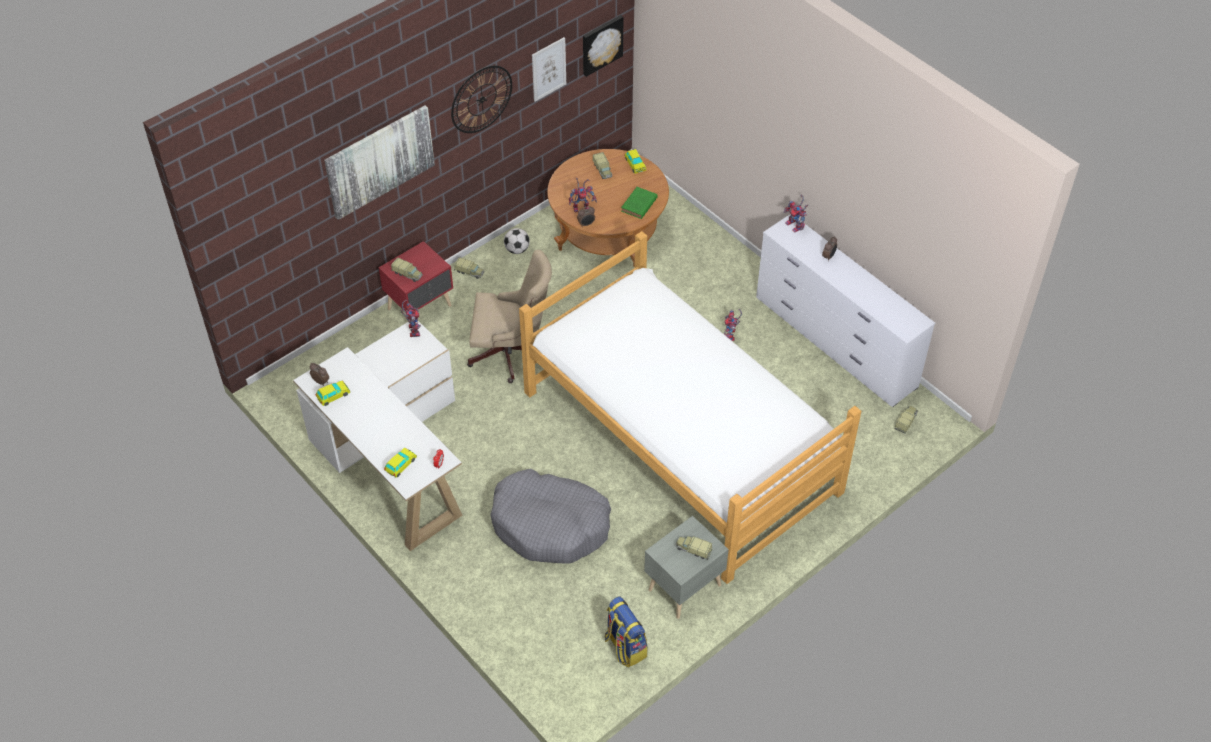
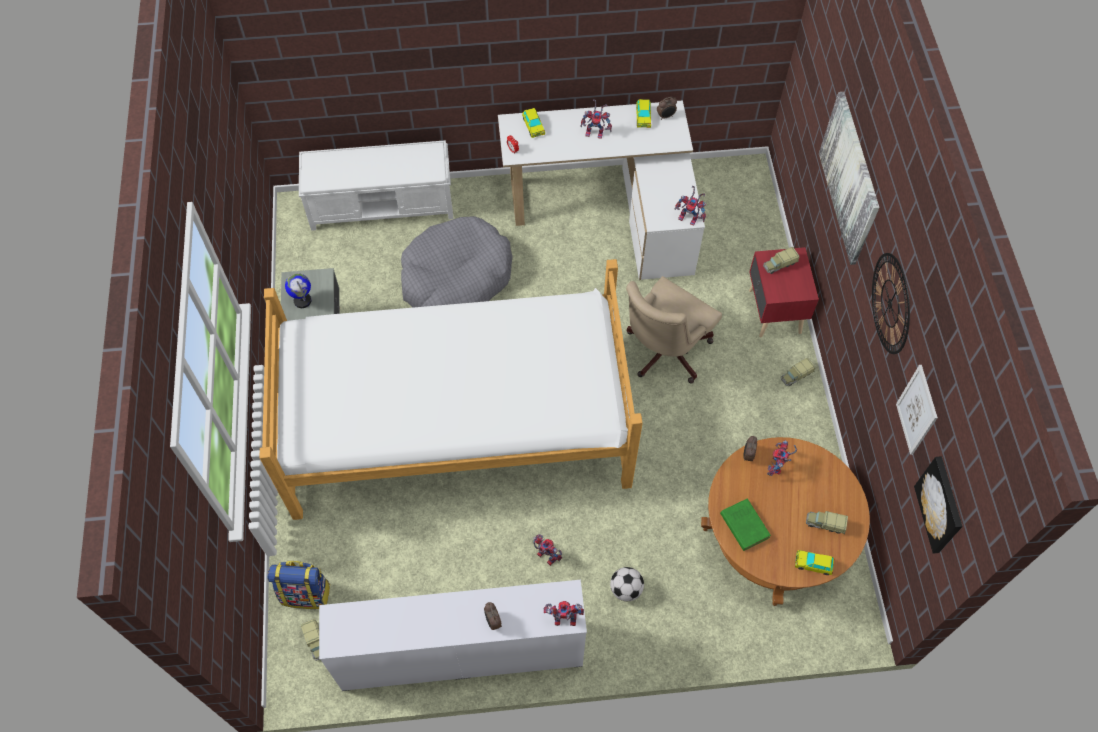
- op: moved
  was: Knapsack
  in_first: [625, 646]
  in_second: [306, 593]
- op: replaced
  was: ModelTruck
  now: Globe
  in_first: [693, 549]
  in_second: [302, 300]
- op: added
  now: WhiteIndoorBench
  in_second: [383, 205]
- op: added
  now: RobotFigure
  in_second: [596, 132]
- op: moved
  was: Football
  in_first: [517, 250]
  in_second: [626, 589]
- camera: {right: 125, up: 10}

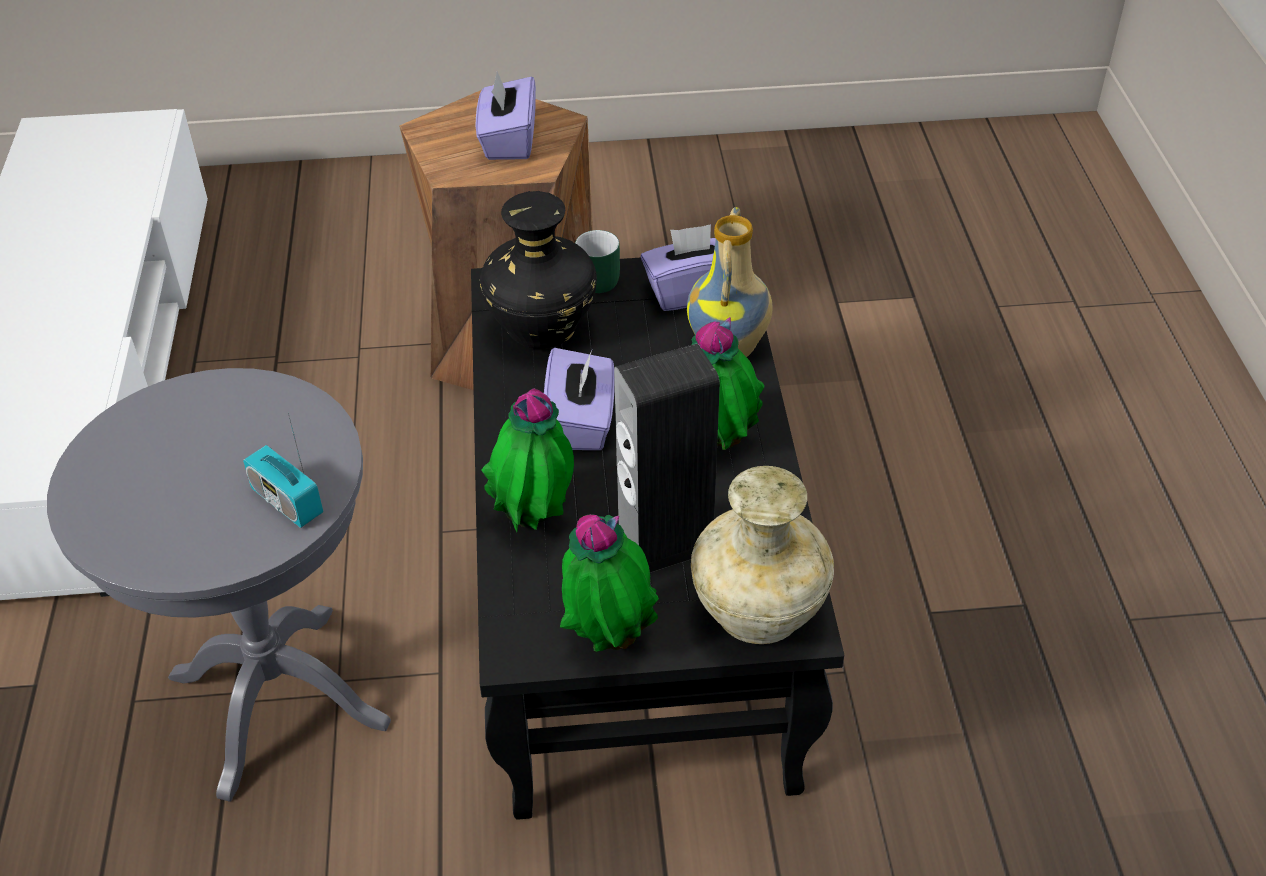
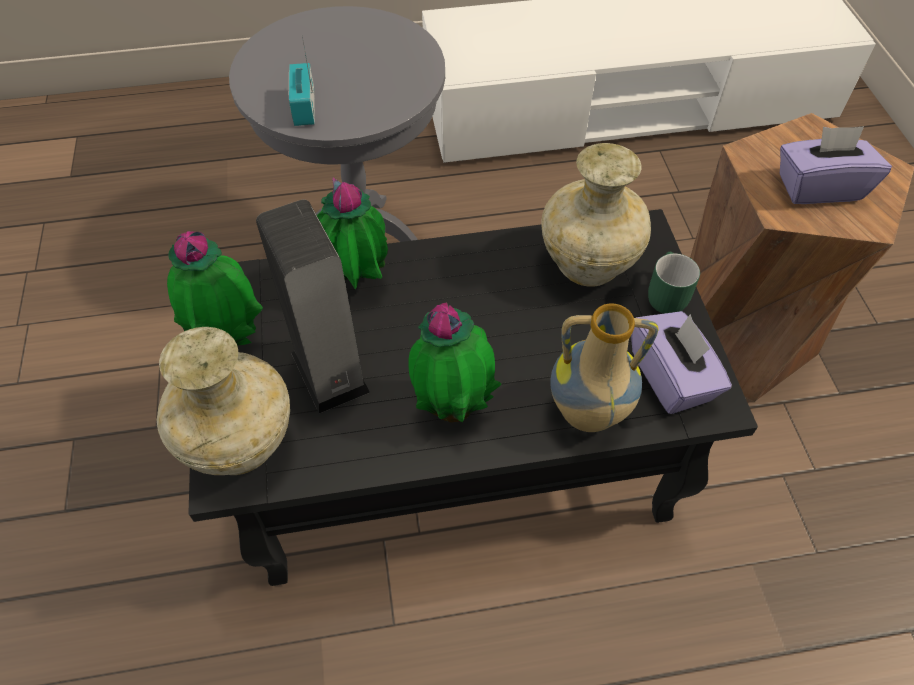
- op: turned
  was: RadioSet
  in_first: [287, 502]
  in_second: [304, 108]
  clockwise: -45
- op: recoloured
  was: BlackFlowerVase
  now: BeigeFlowerVase
  in_first: [540, 329]
  in_second: [588, 264]
- op: removed
  was: PurpleColouredBoxOfTissues
  in_first: [581, 422]
- camera: {right: 85, up: 10}

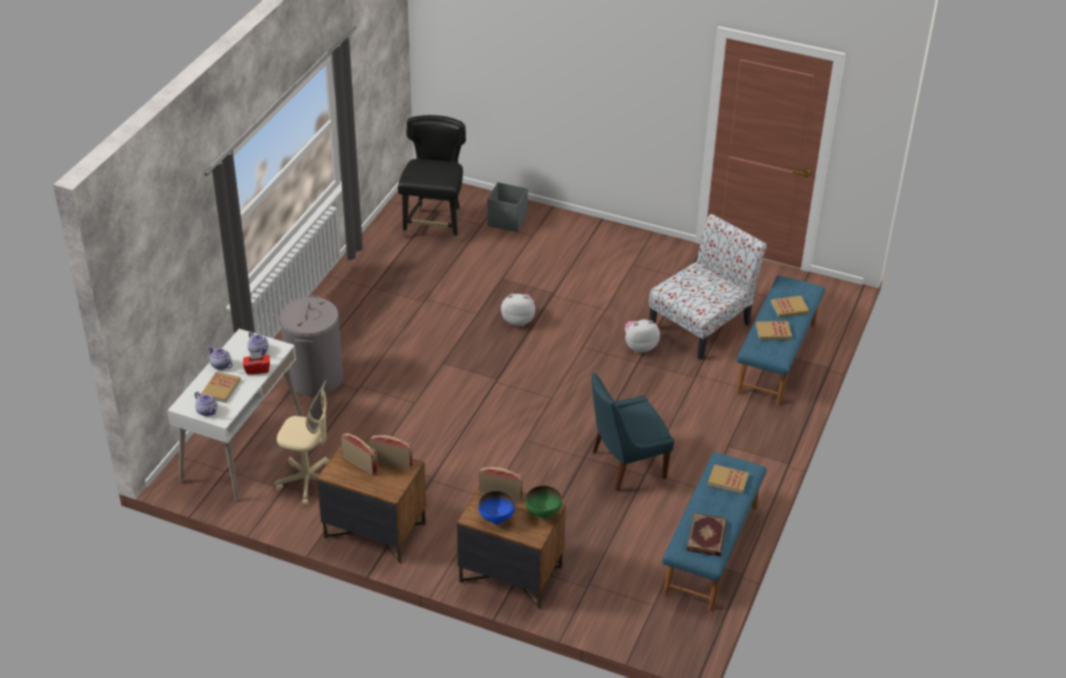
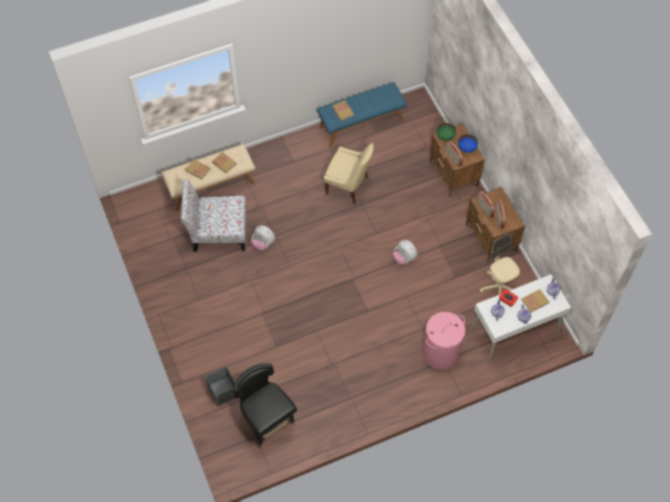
- op: recoloured
  was: BlueIndoorBench
  now: BeigeIndoorBench
  in_first: [777, 358]
  in_second: [211, 186]
- op: turned
  was: BlackUprightChair
  in_first: [435, 226]
  in_second: [267, 422]
  clockwise: 90
- op: recoloured
  was: BlueUprightChair
  now: BeigeUprightChair
  in_first: [625, 465]
  in_second: [349, 186]
- op: moved
  was: SoftToy
  in_first: [518, 320]
  in_second: [404, 258]
- op: recoloured
  was: GrayWashingBasket
  now: PinkColouredWashingBasket
  in_first: [314, 378]
  in_second: [440, 352]
- op: removed
  was: BoundBook
  in_first: [707, 536]
- camera: {right: -135, up: 20}

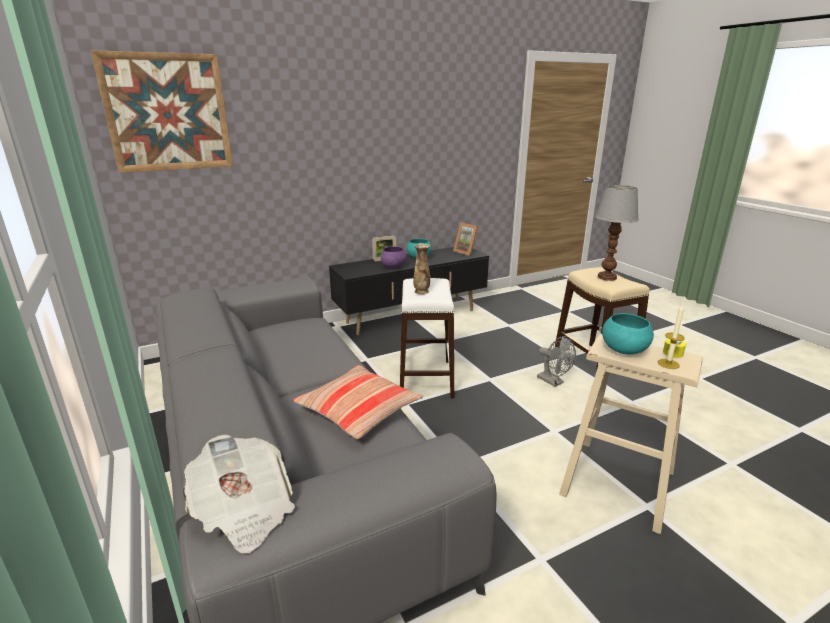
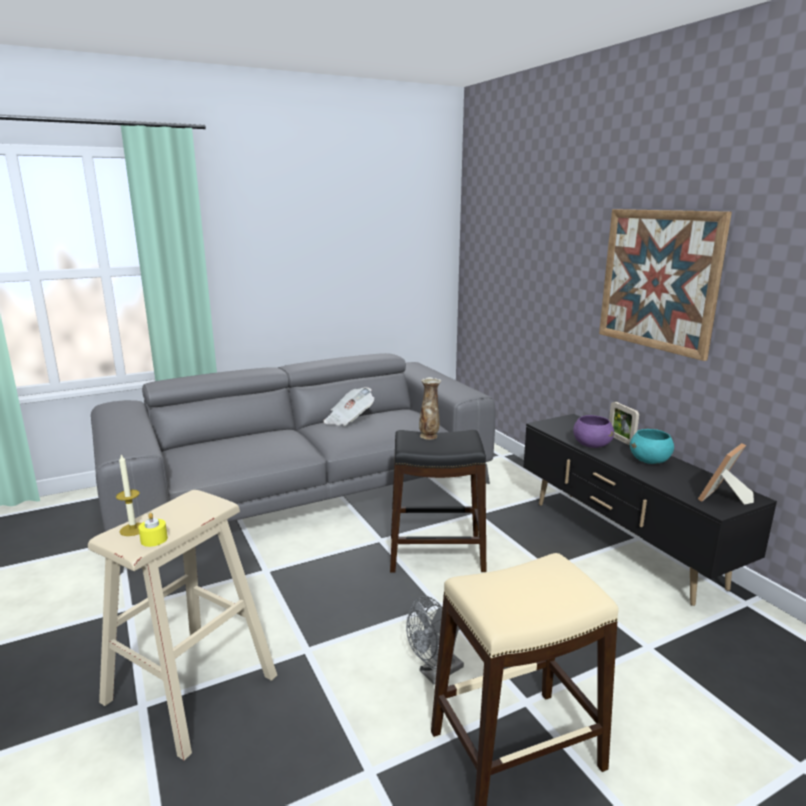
- op: moved
  was: Newspaper
  in_first: [244, 511]
  in_second: [348, 419]
- op: recoloured
  was: WhiteSittingStool
  now: BlackSittingStool
  in_first: [425, 378]
  in_second: [435, 553]
- op: moved
  was: WallPicture
  in_first: [167, 113]
  in_second: [658, 280]
- op: removed
  was: Pillow
  in_first: [358, 410]
- op: removed
  was: LampForATable
  in_first: [606, 277]
- op: removed
  was: TurquoiseColouredServingBowl
  in_first: [623, 350]
- camera: {right: 90, up: -5}

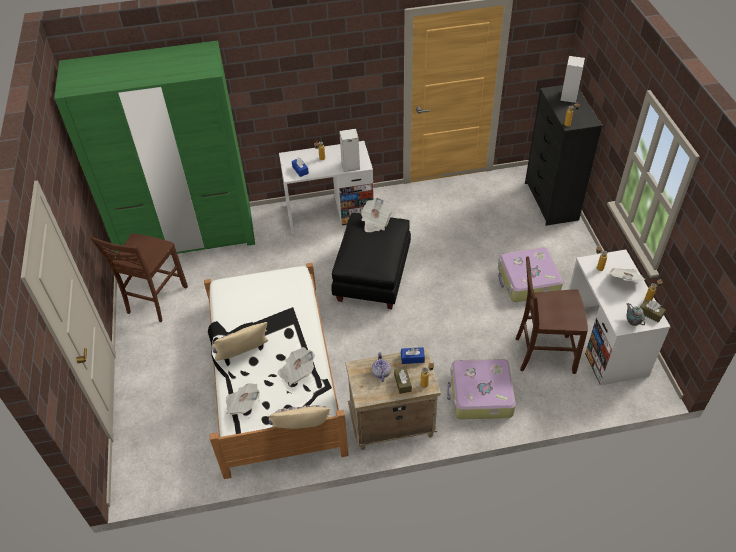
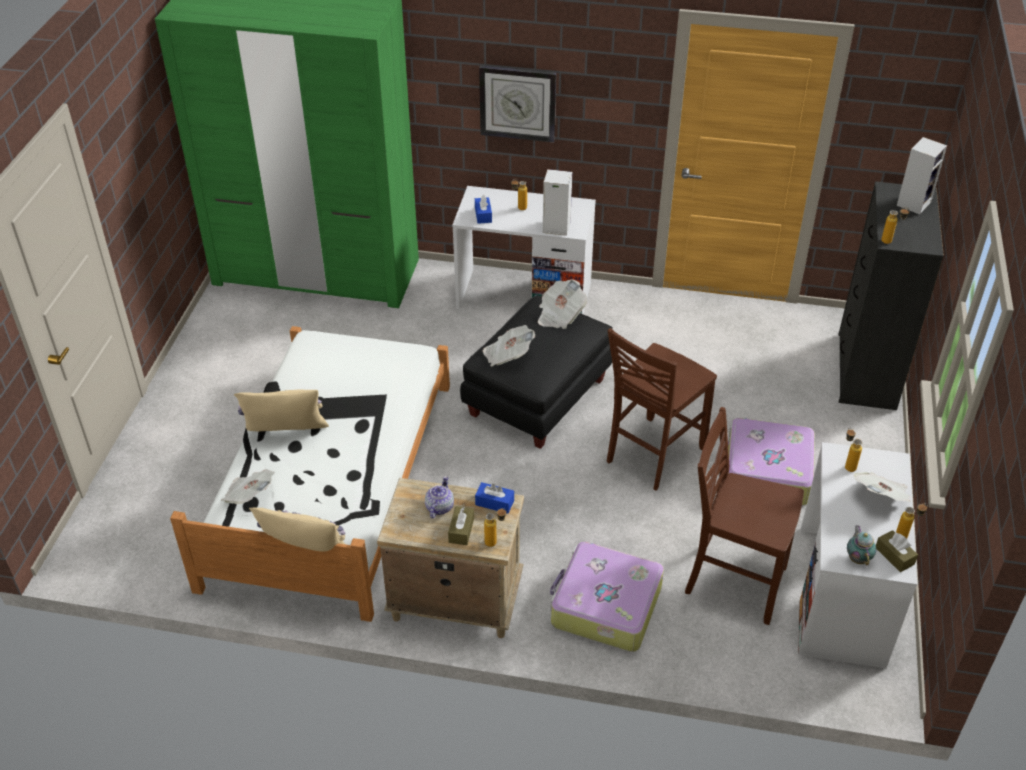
- op: added
  now: WallClock
  in_second: [518, 103]
- op: moved
  was: Newspaper
  in_first: [297, 372]
  in_second: [507, 356]
- op: moved
  was: BrownishUprightChair
  in_first: [155, 300]
  in_second: [652, 455]
- camera: {right: 20, up: -5}

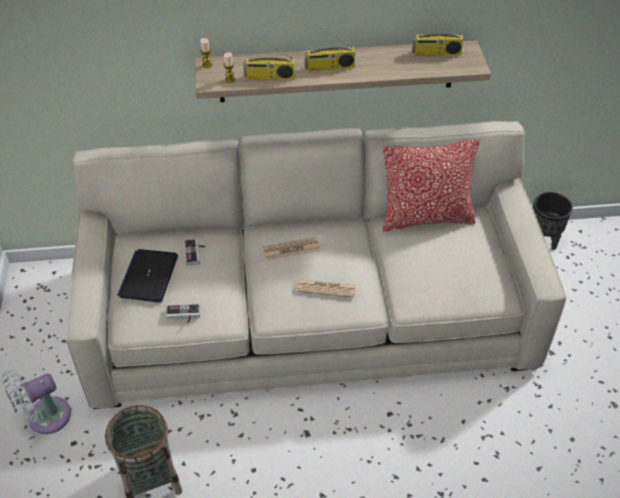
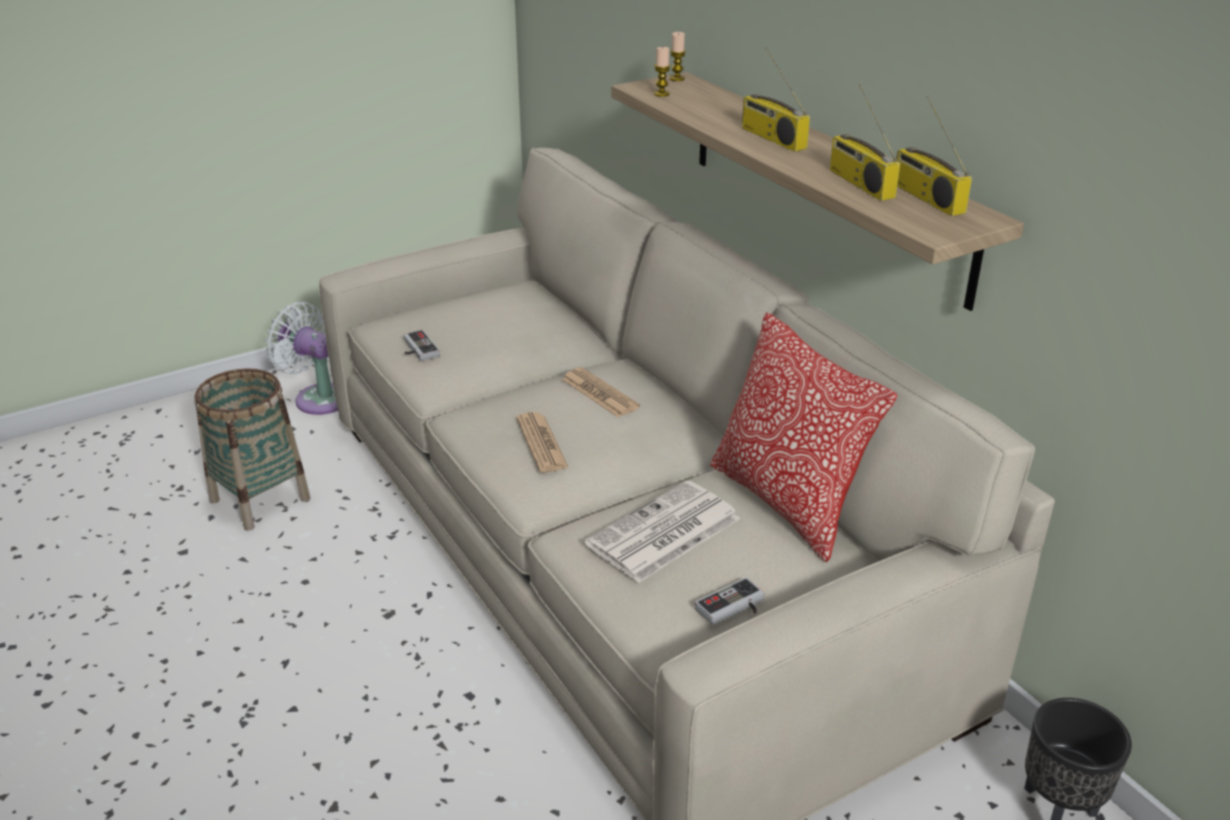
- op: added
  now: Newspaper
  in_second: [663, 533]
- op: moved
  was: Joypad
  in_first: [195, 253]
  in_second: [733, 608]
- op: moved
  was: RadioSet
  in_first: [269, 77]
  in_second: [859, 183]
- op: removed
  was: PortableComputer
  in_first: [148, 276]
- camera: {right: 65, up: -15}

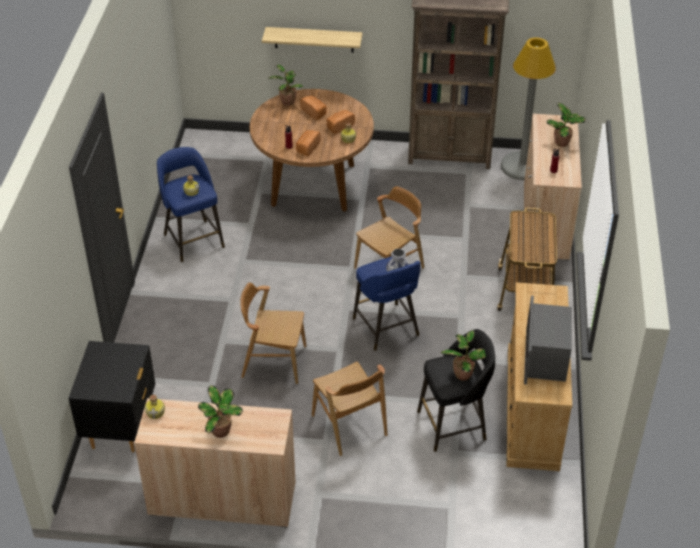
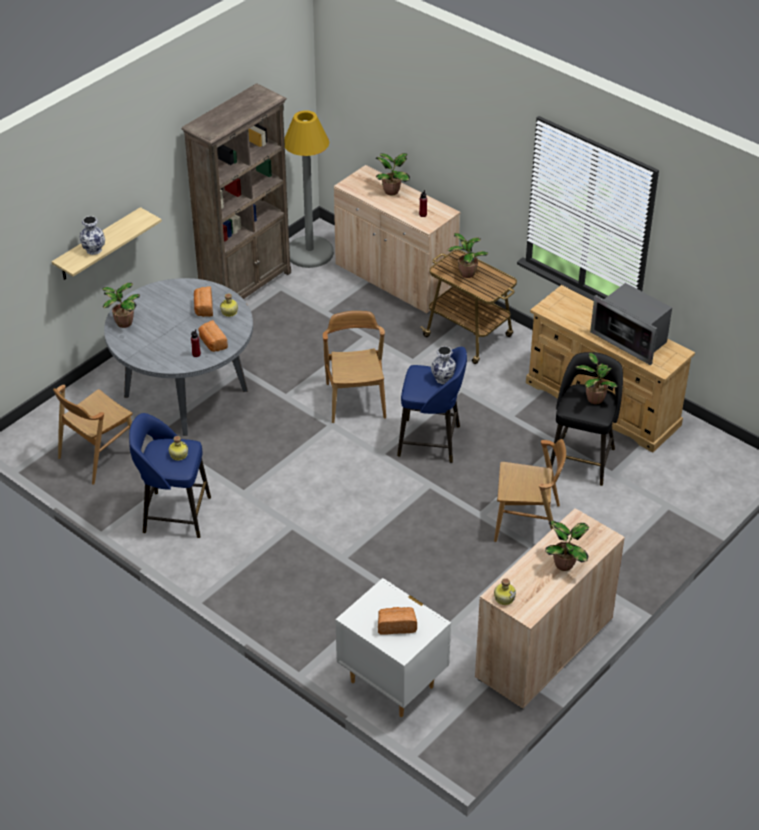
- op: moved
  was: BrownishUprightChair
  in_first: [274, 361]
  in_second: [98, 455]
- op: added
  now: FlowerVase
  in_second: [93, 250]
- op: recoloured
  was: BrownishKitchenTable
  now: GrayKitchenTable
  in_first: [313, 185]
  in_second: [186, 393]
- op: recoloured
  was: BlackNightTable
  now: WhiteNightTable
  in_first: [121, 428]
  in_second: [392, 683]
- op: moved
  was: BakeryBread
  in_first: [314, 112]
  in_second: [396, 626]
- op: added
  now: PottedPlant
  in_second: [466, 273]
- camera: {right: -55, up: 0}

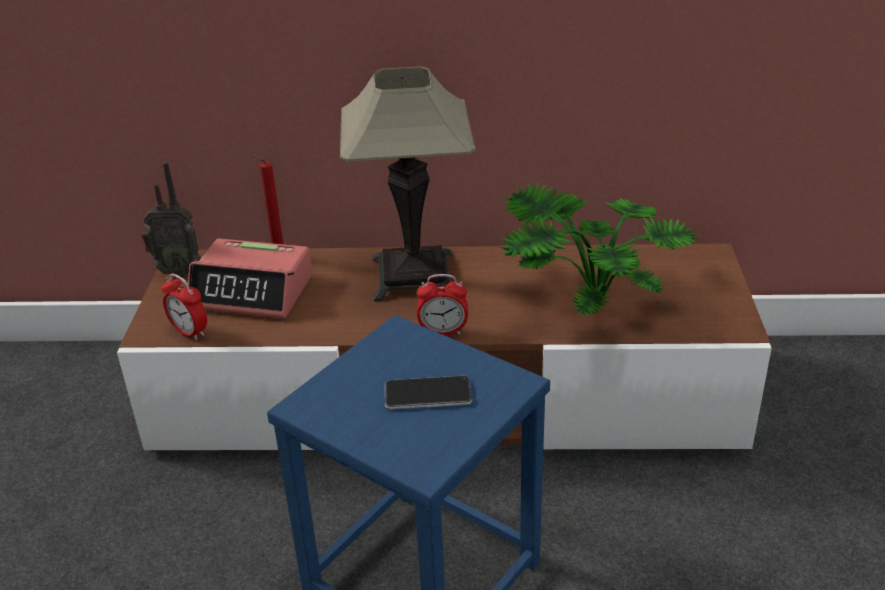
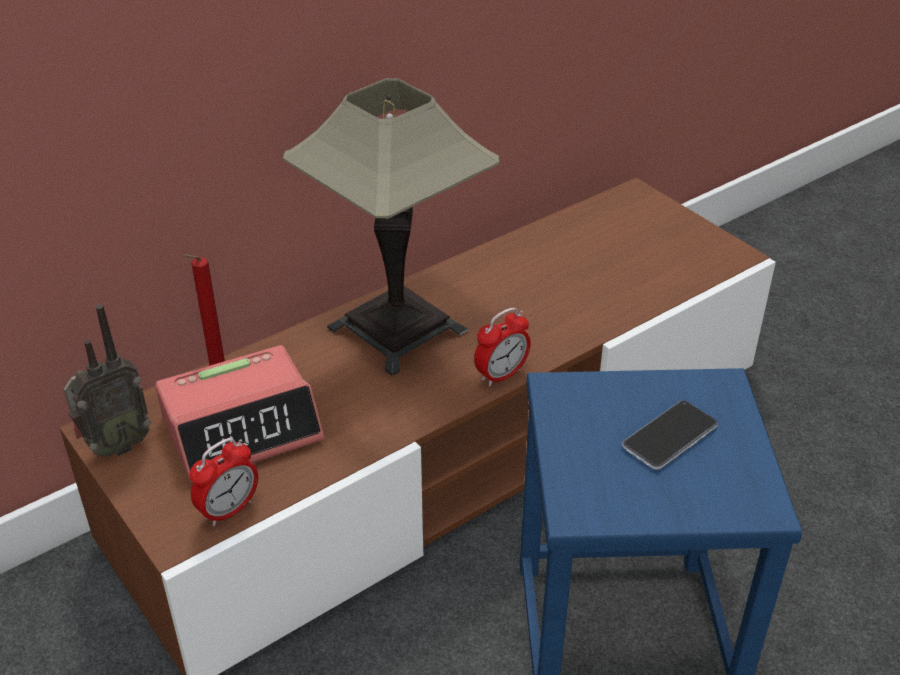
- op: turned
  was: BedsideClock
  in_first: [189, 332]
  in_second: [229, 510]
  clockwise: -45
- op: removed
  was: PottedPlant
  in_first: [586, 300]
- camera: {right: -40, up: 5}

